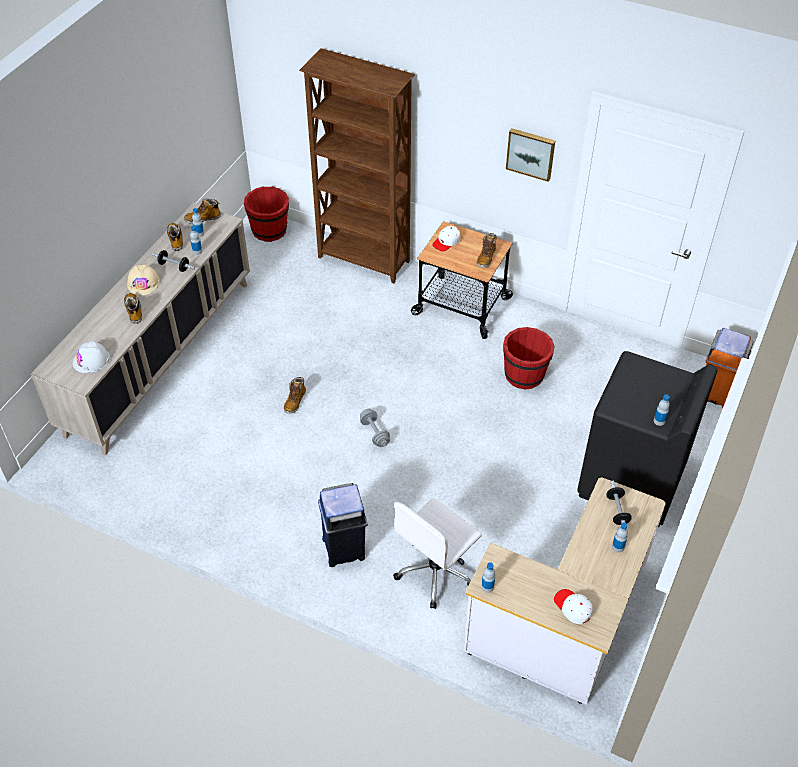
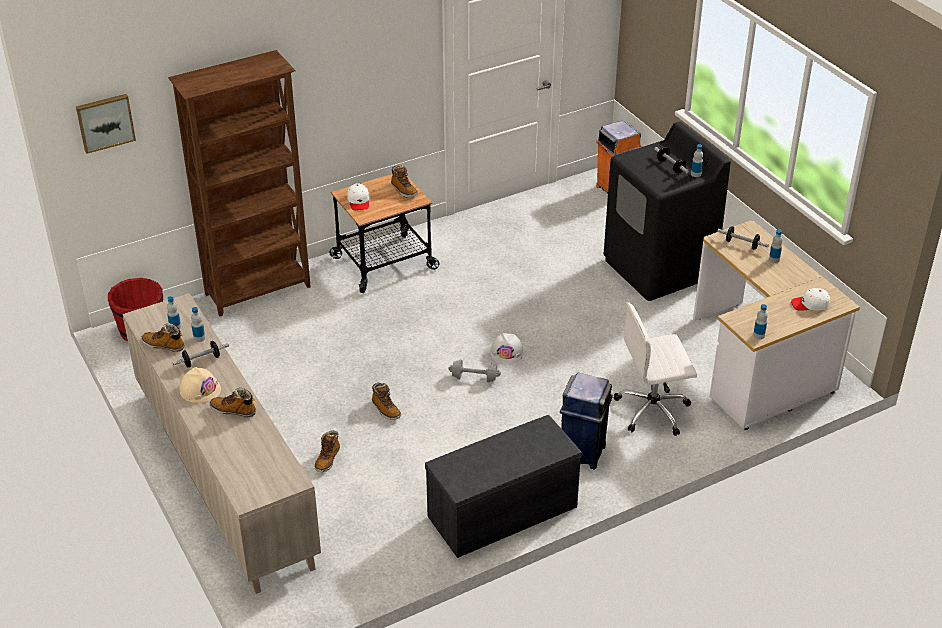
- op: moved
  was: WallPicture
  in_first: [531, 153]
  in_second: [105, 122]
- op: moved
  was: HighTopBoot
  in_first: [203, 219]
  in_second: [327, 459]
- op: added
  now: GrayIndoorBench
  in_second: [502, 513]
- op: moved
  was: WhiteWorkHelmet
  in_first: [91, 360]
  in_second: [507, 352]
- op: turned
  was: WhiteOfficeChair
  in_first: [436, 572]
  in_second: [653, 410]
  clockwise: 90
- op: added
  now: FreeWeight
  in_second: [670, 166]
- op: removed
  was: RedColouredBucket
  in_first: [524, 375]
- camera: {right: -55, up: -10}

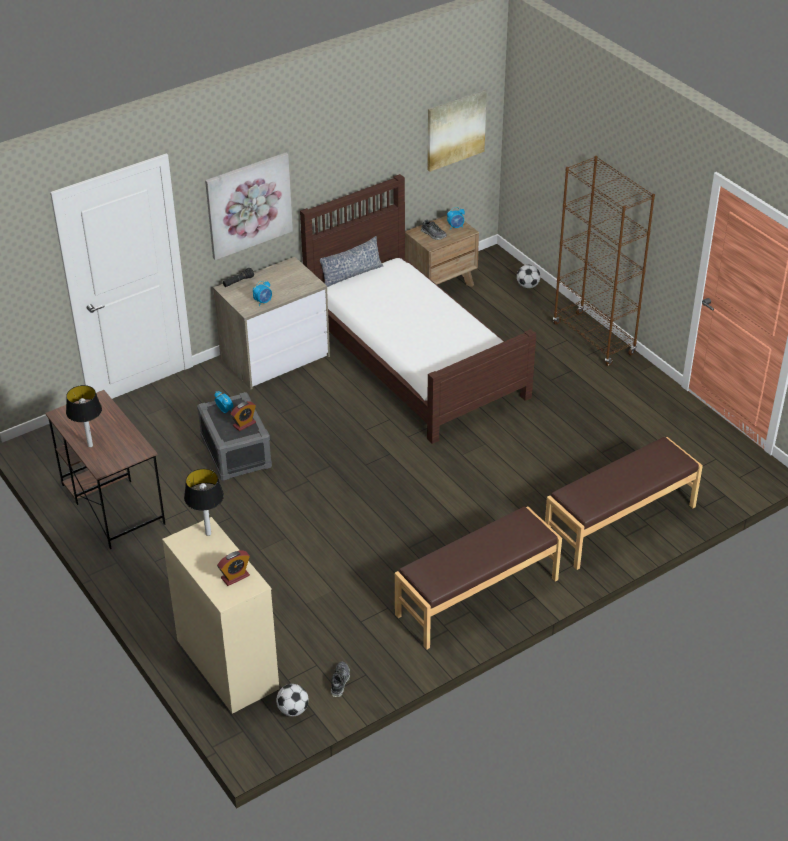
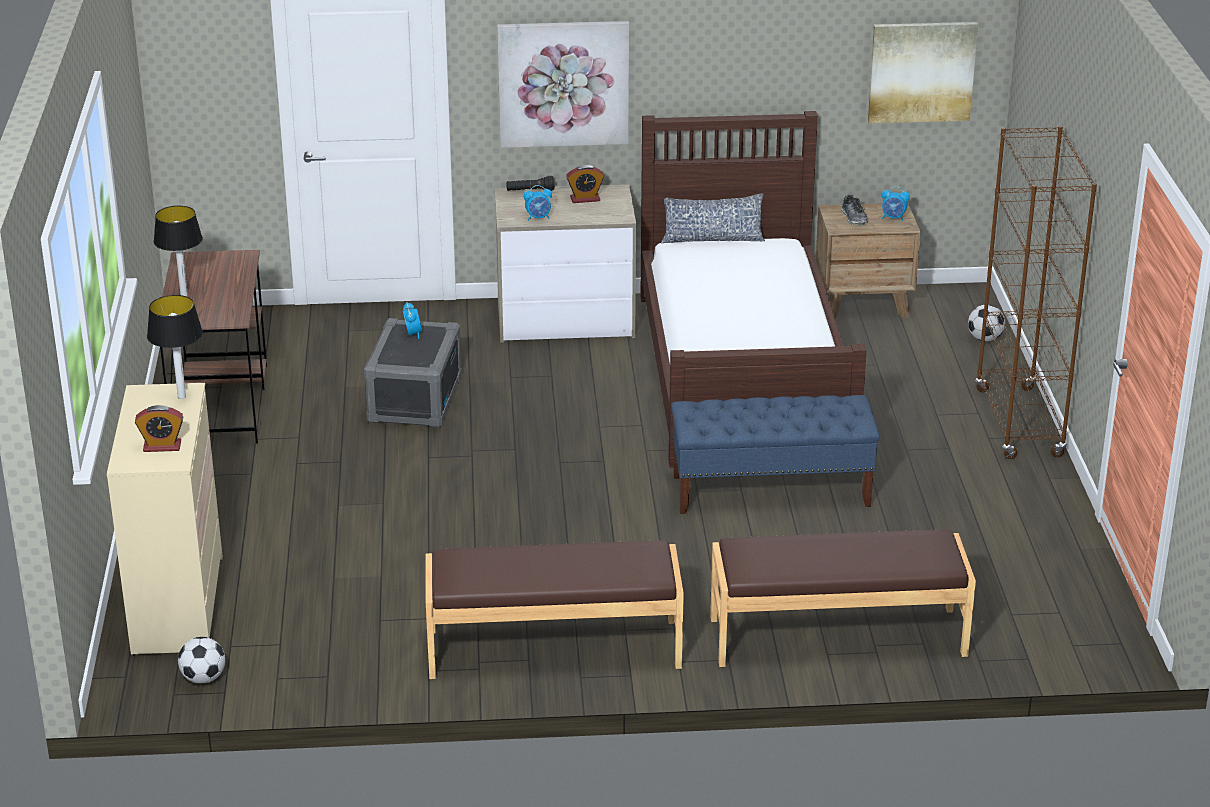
- op: moved
  was: BedsideClock
  in_first: [244, 424]
  in_second: [585, 199]
- op: added
  now: BlueIndoorBench
  in_second: [771, 491]
- op: removed
  was: ItemOfFootwear
  in_first: [340, 681]
- camera: {right: 30, up: -10}

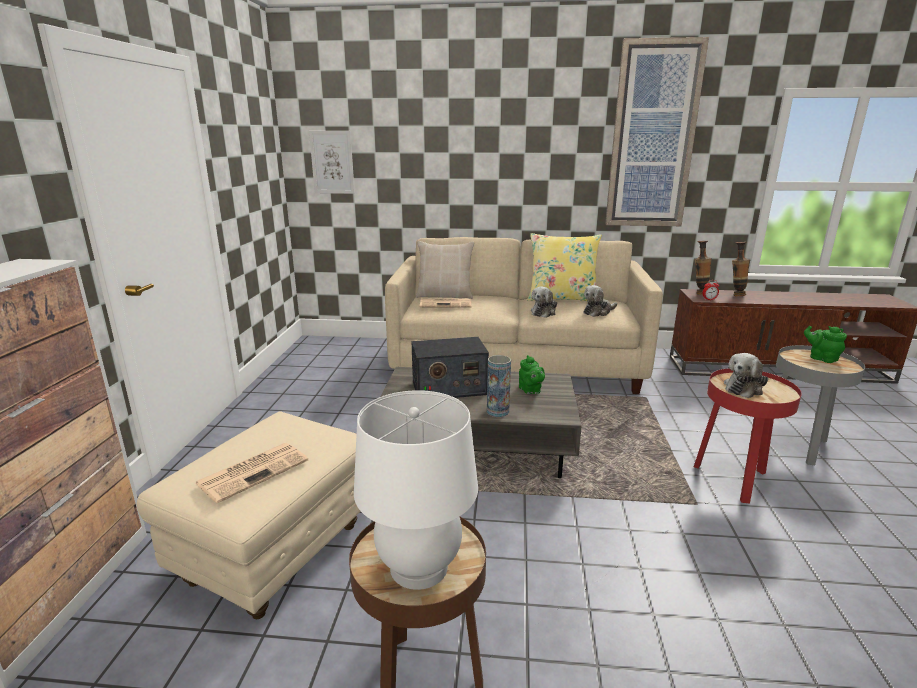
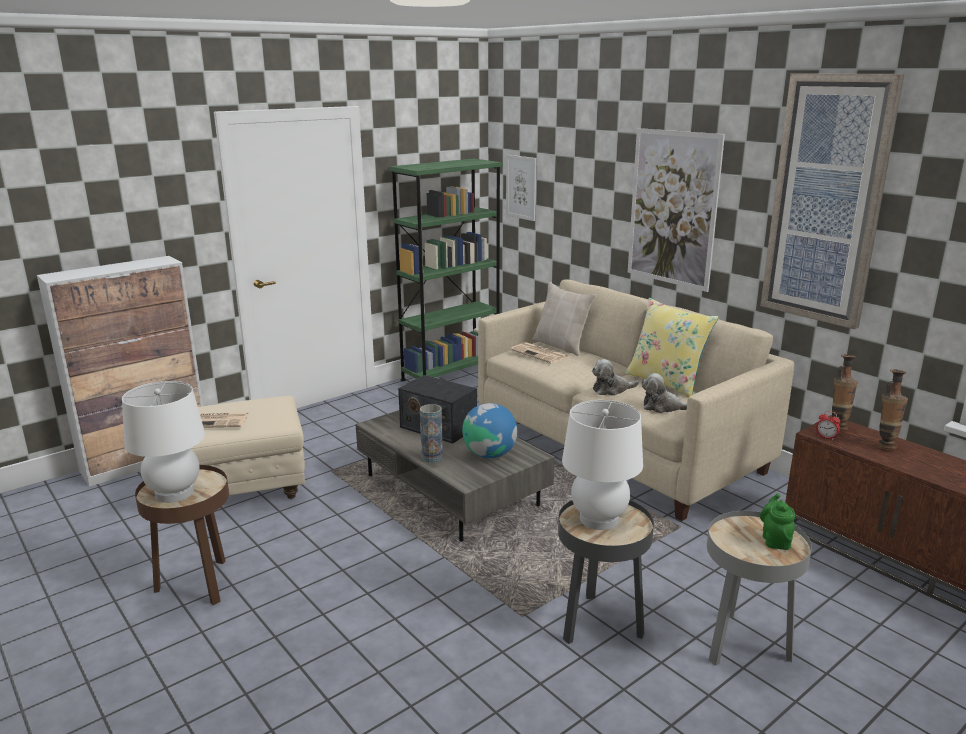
- op: added
  now: GreenishShelvingUnit
  in_second: [451, 374]
- op: replaced
  was: GreenishPotForTea
  now: Globe
  in_first: [530, 390]
  in_second: [489, 454]
- op: recoloured
  was: RedColouredAccentTable
  now: BlackAccentTable
  in_first: [733, 479]
  in_second: [599, 623]
- op: replaced
  was: SoftToy
  now: WhiteLampForATable
  in_first: [744, 388]
  in_second: [599, 519]
- op: added
  now: WallPicture
  in_second: [673, 208]
- camera: {right: 45, up: 0}

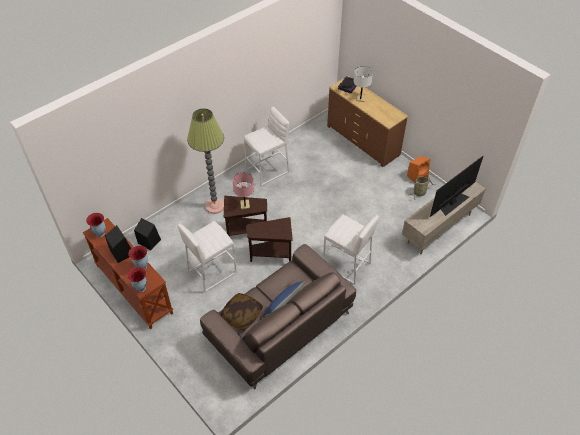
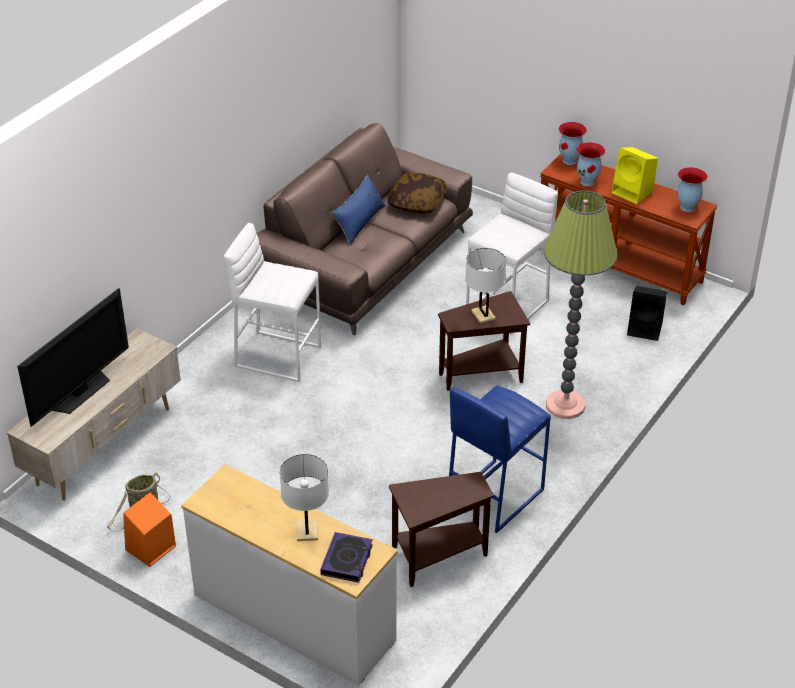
- op: recoloured
  was: BrownishDrawerChest
  now: WhiteDrawerChest
  in_first: [363, 140]
  in_second: [293, 618]
- op: moved
  was: BrownishAccentTable
  in_first: [272, 255]
  in_second: [436, 557]
- op: recoloured
  was: WhiteSittingStool
  now: BlueSittingStool
  in_first: [268, 171]
  in_second: [494, 496]
- op: recoloured
  was: PinkColouredLampForATable
  now: WhiteLampForATable
  in_first: [245, 204]
  in_second: [483, 315]
- op: recoloured
  was: BlackAudioSpeaker
  now: YellowAudioSpeaker
  in_first: [121, 252]
  in_second: [633, 192]
- camera: {right: 165, up: -10}

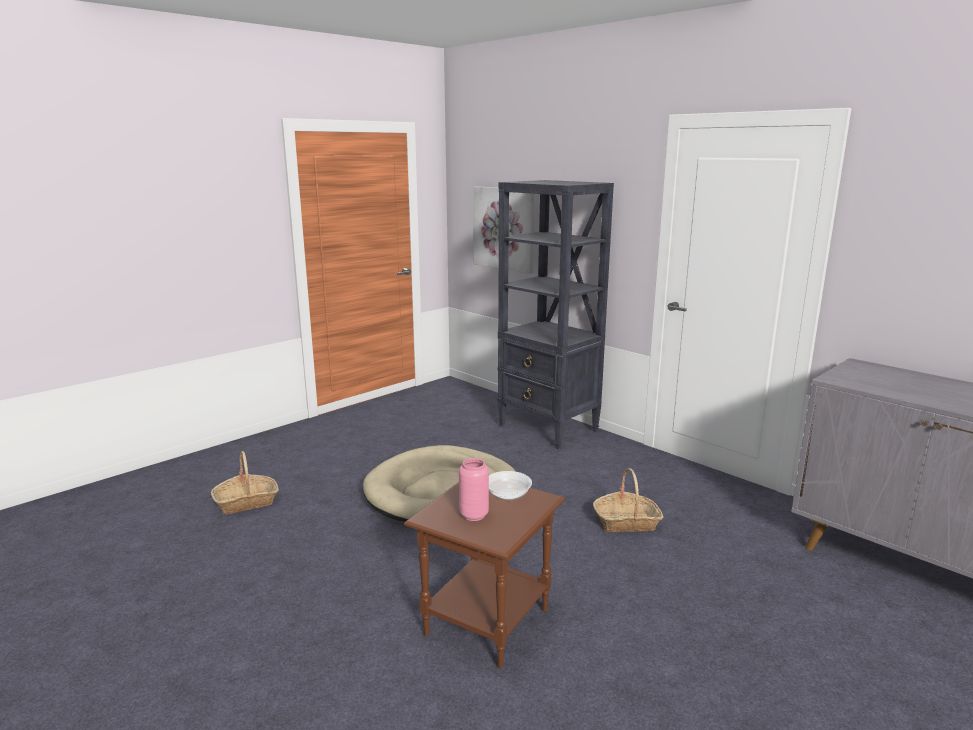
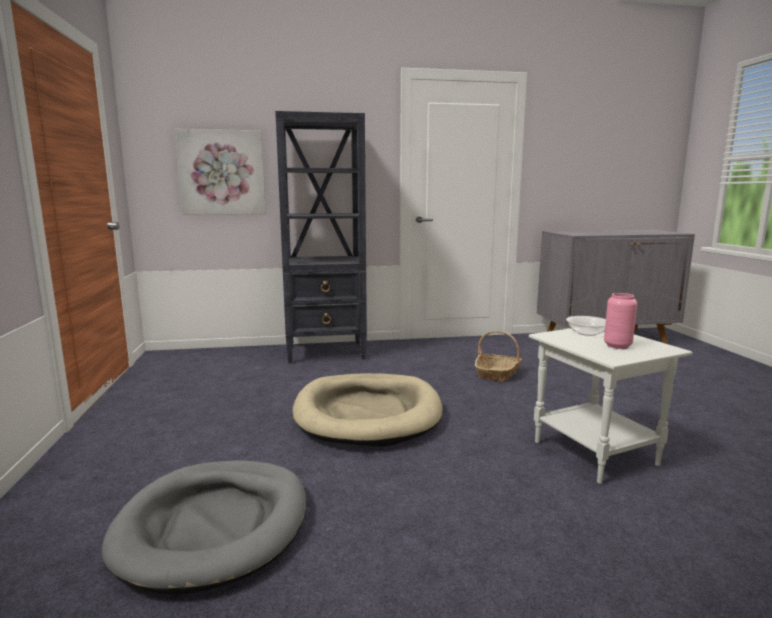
- op: replaced
  was: Basket
  now: GrayPetBed
  in_first: [246, 502]
  in_second: [214, 526]
- op: recoloured
  was: BrownishAccentTable
  now: WhiteAccentTable
  in_first: [486, 623]
  in_second: [596, 454]
- camera: {right: -55, up: -5}

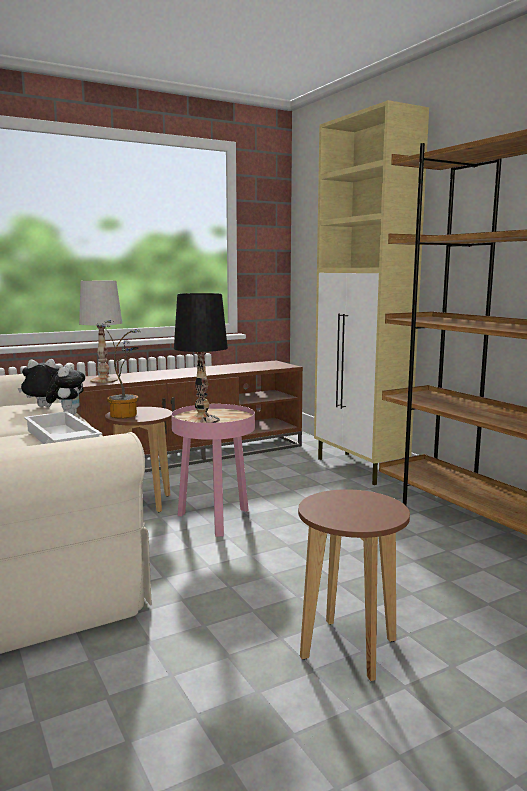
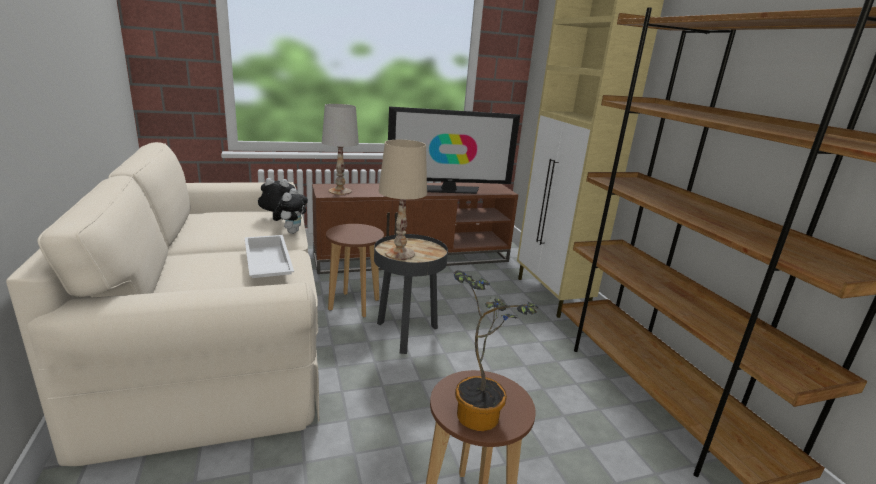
- op: recoloured
  was: PinkColouredAccentTable
  now: BlackAccentTable
  in_first: [215, 519]
  in_second: [406, 334]
- op: recoloured
  was: BlackLampForATable
  now: BeigeLampForATable
  in_first: [202, 420]
  in_second: [400, 254]
- op: added
  now: Tv
  in_second: [448, 189]
- op: moved
  was: PottedPlant
  in_first: [125, 414]
  in_second: [479, 412]
- camera: {right: 10, up: 10}

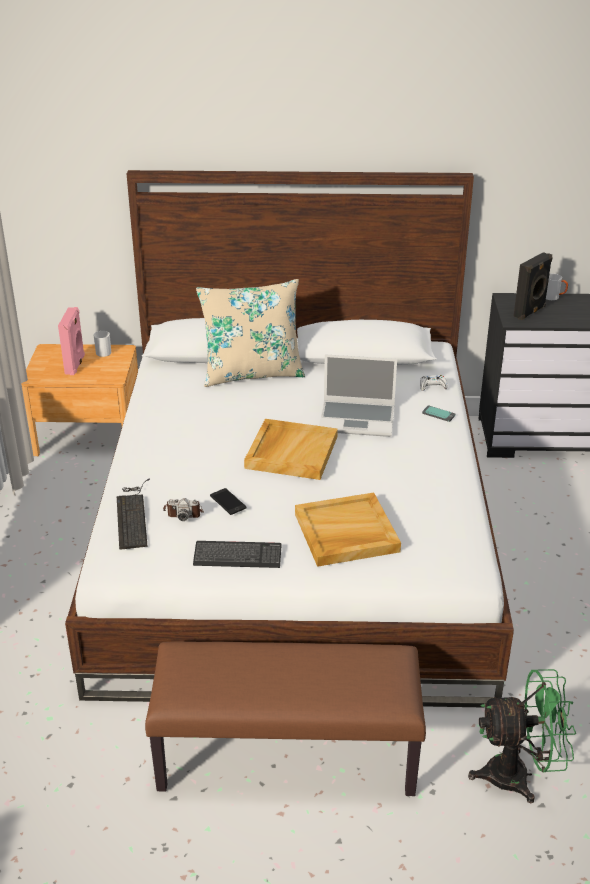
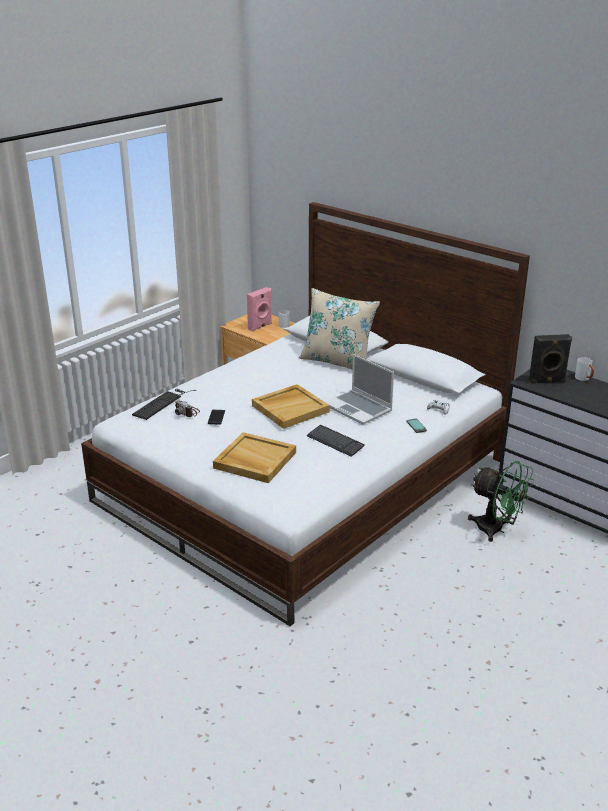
- op: moved
  was: Keyboard
  in_first: [237, 556]
  in_second: [335, 442]
- op: moved
  was: GreenishFan
  in_first: [518, 775]
  in_second: [496, 530]
- op: removed
  was: BrownishIndoorBench
  in_first: [288, 754]
- camera: {right: 40, up: -5}

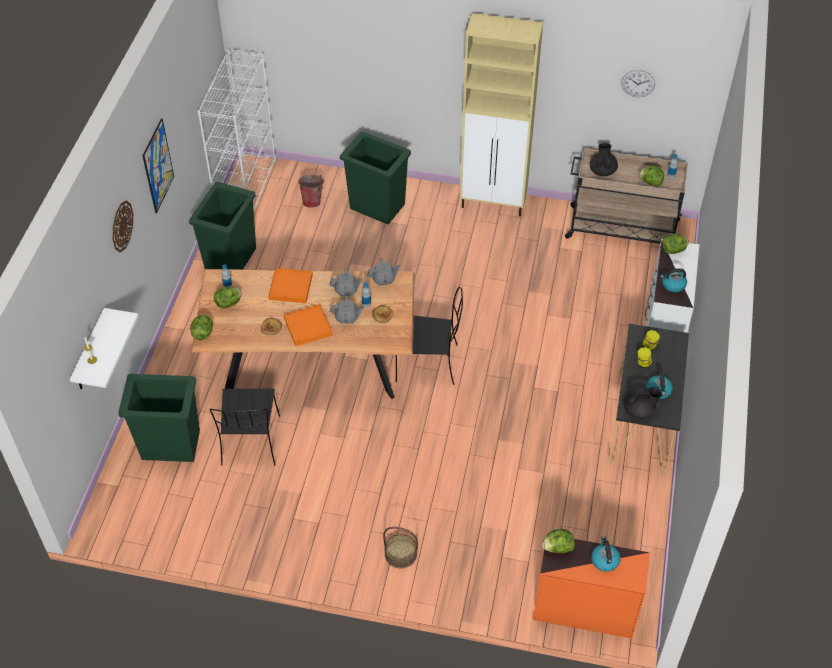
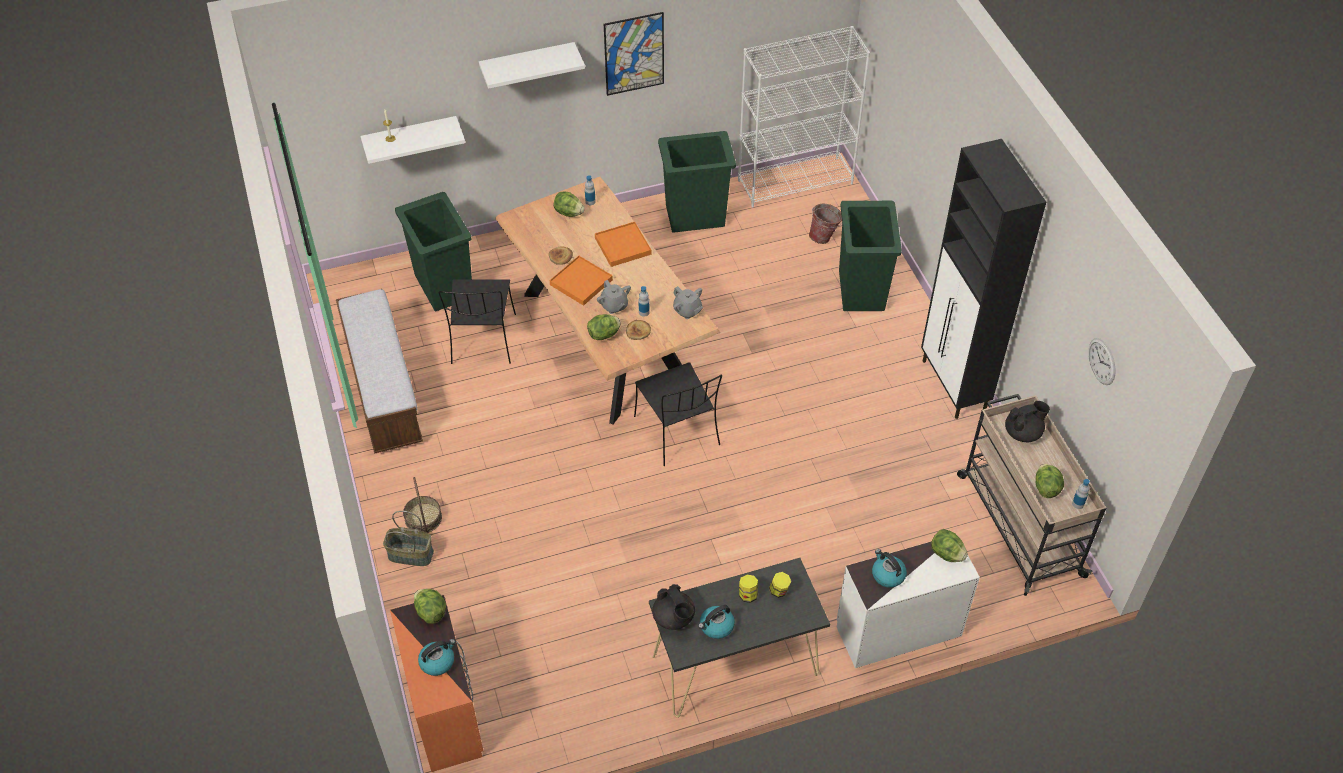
- op: added
  now: IndoorBench
  in_second: [383, 390]
- op: added
  now: Basket
  in_second: [411, 554]
- op: turned
  was: BlackUprightChair
  in_first: [250, 442]
  in_second: [483, 340]
  clockwise: -60
- op: replaced
  was: WallClock
  now: WhiteShelf
  in_first: [121, 226]
  in_second: [528, 64]
- op: moved
  was: Lettuce
  in_first: [203, 333]
  in_second: [604, 335]
- op: recoloured
  was: BeigeCupboard
  now: BlackCupboard
  in_first: [494, 203]
  in_second: [954, 386]
- op: removed
  was: GrayPotForTea
  in_first: [346, 290]
- camera: {right: 60, up: 0}

